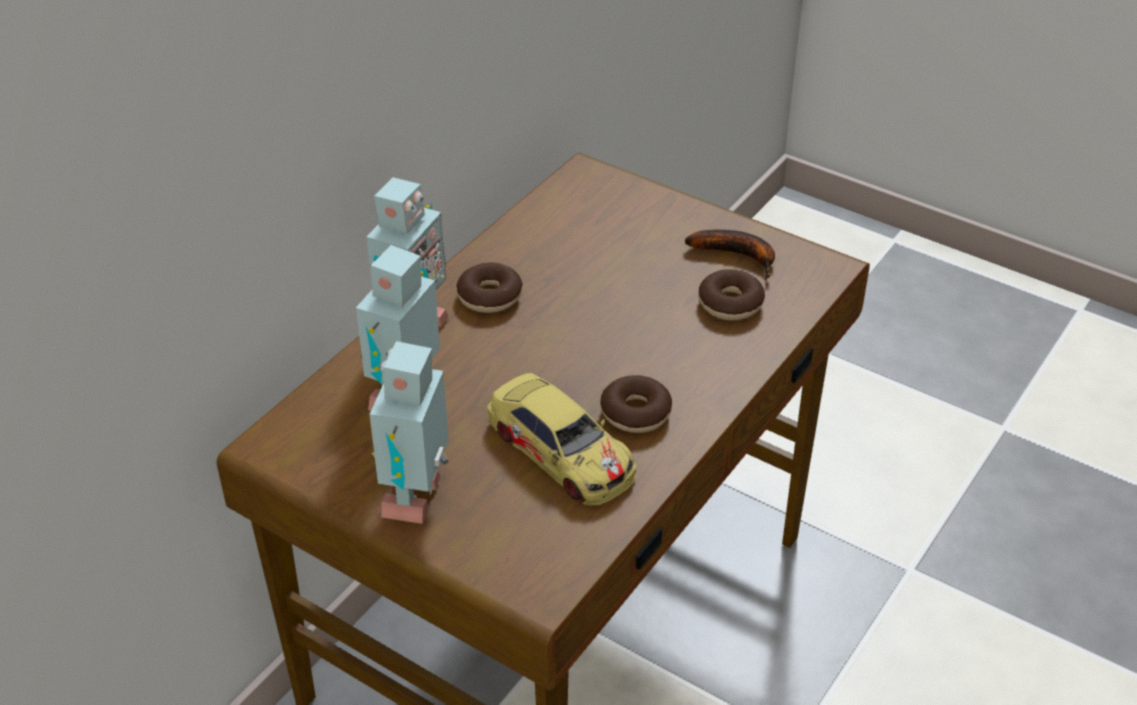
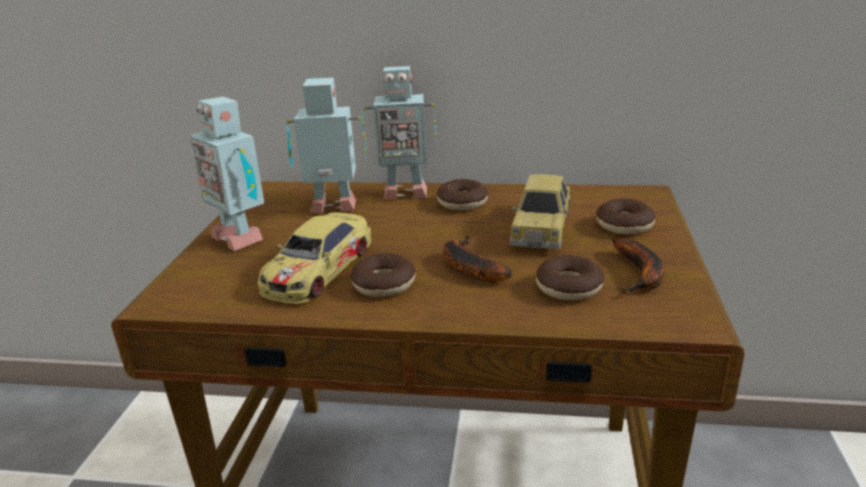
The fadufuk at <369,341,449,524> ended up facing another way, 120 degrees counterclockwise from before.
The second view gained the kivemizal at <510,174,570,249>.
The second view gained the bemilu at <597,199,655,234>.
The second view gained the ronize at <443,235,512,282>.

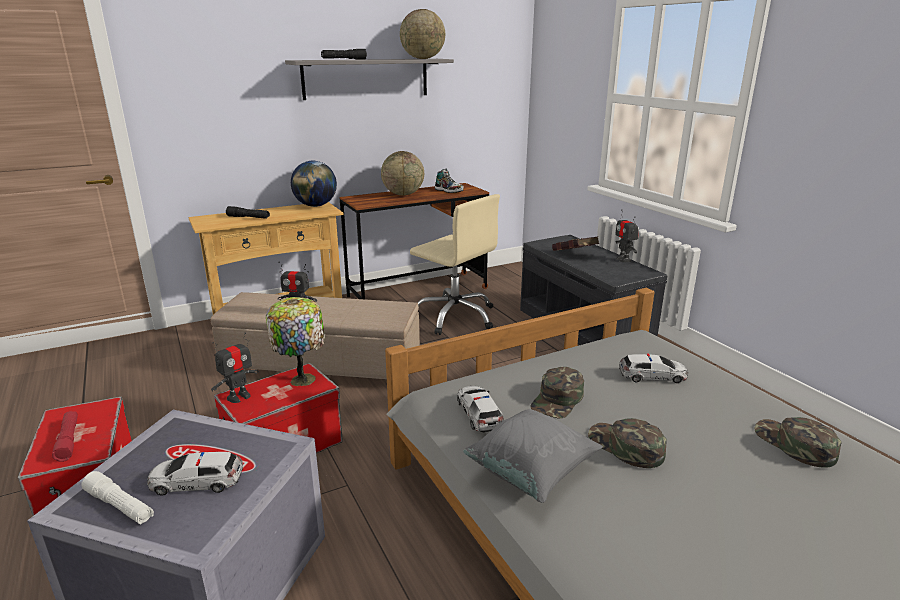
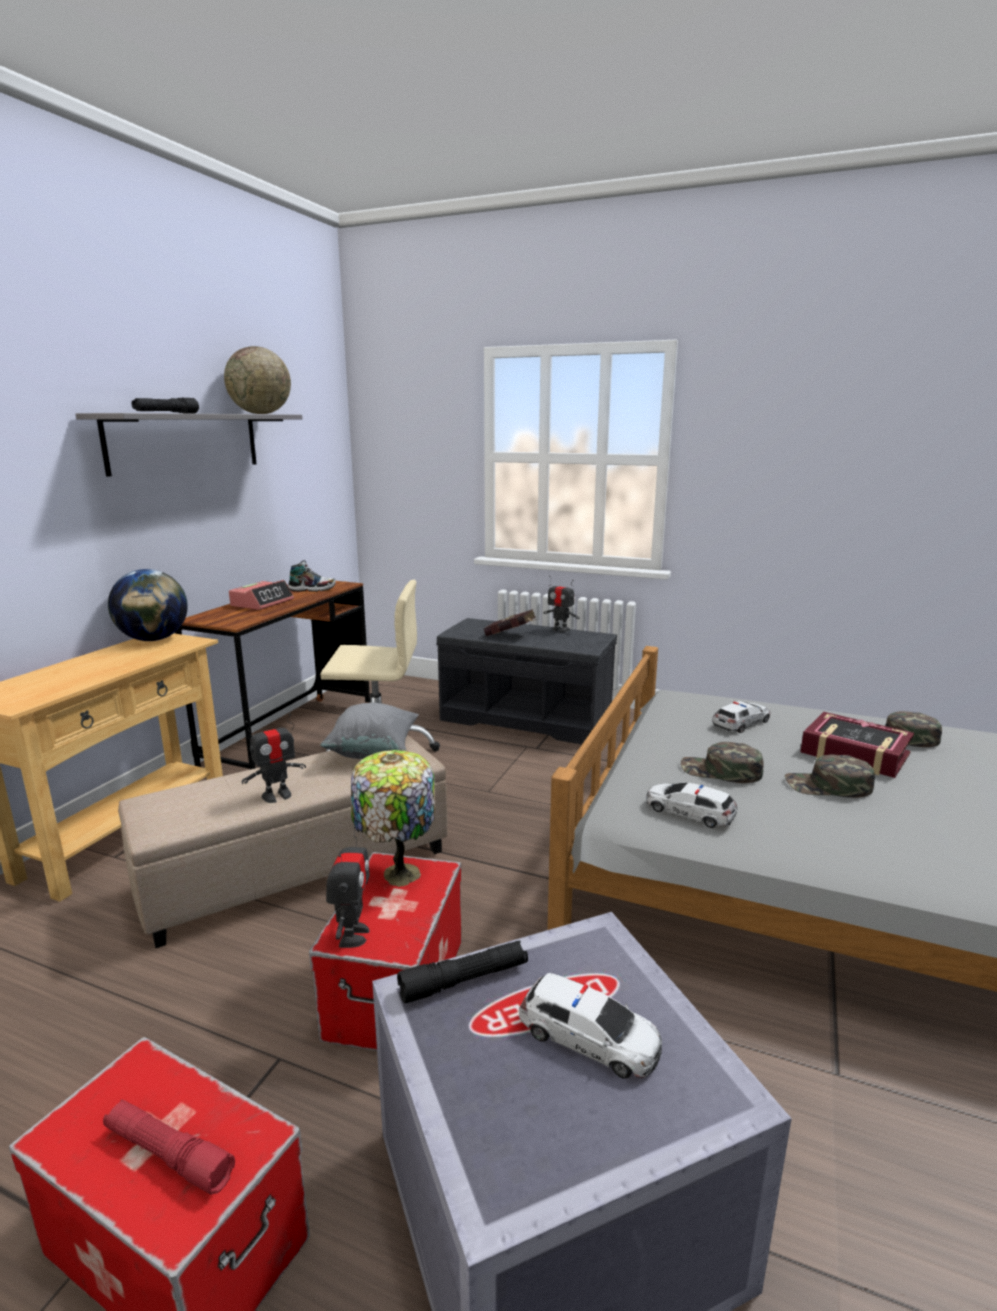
Where the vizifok stood at <381,151,424,196>, the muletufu came to stand at <229,580,294,610>.
The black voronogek ended up elsewhere, having gone from <226,206,270,219> to <397,940,528,1003>.
The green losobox at <531,367,584,418> ended up facing another way, 120 degrees clockwise from before.
The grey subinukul ended up elsewhere, having gone from <463,409,603,503> to <321,703,419,759>.
The kivemizal at <147,452,243,495> ended up facing another way, 105 degrees counterclockwise from before.
The second view lost the white voronogek at <81,471,154,524>.
The second view gained the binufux at <801,712,914,778>.

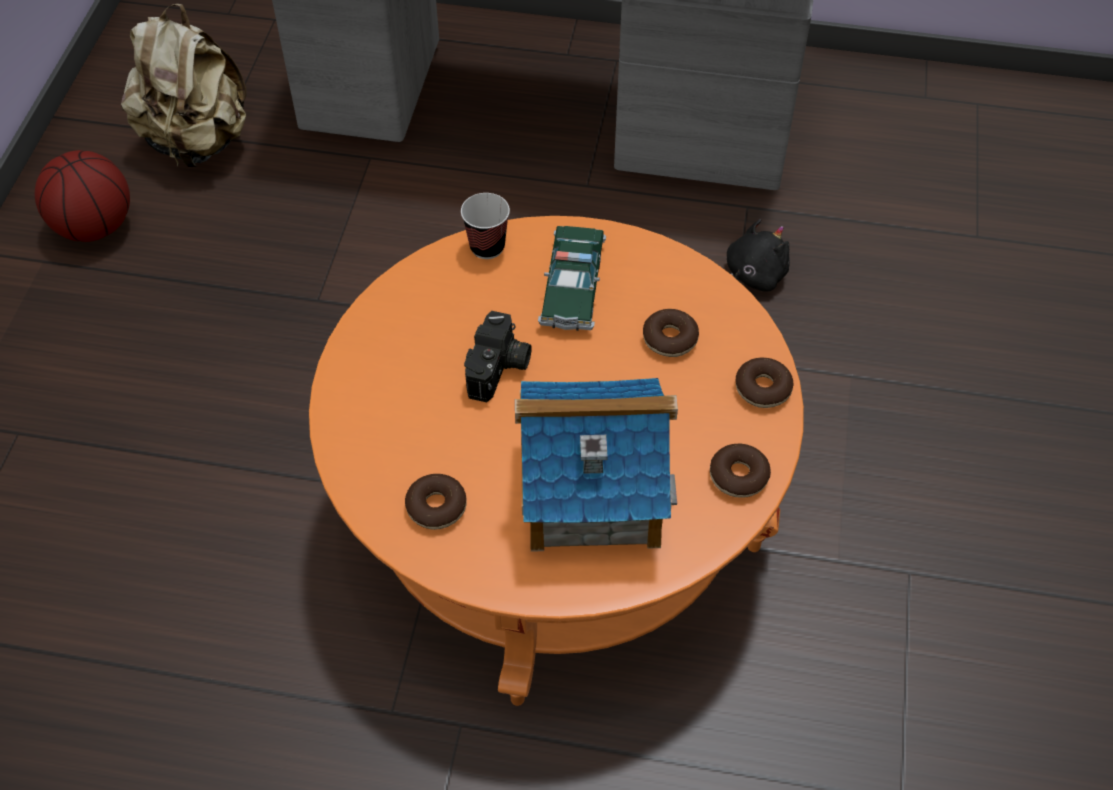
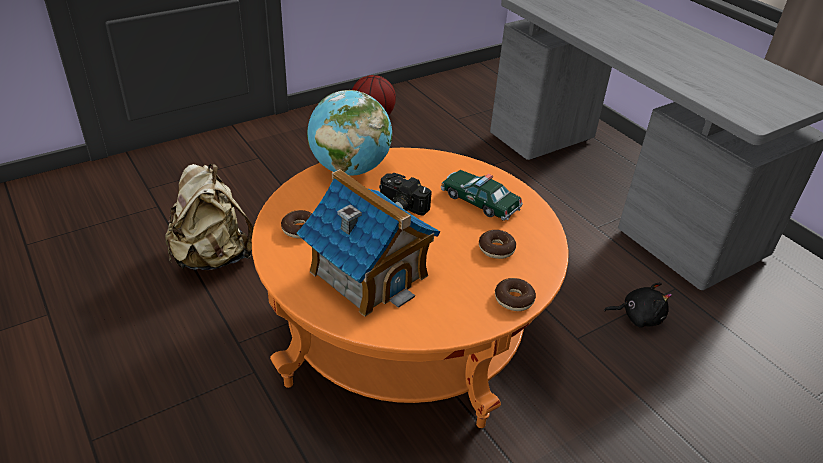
The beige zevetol ended up elsewhere, having gone from <121,4,246,167> to <165,164,254,270>.
The second view lost the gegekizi at <461,193,510,259>.
The kivemizal at <538,226,606,331> ended up facing another way, 75 degrees clockwise from before.
The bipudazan at <464,311,532,402> ended up facing another way, 60 degrees clockwise from before.
The second view lost the bemilu at <710,444,771,498>.
The second view gained the vizifok at <307,90,392,176>.

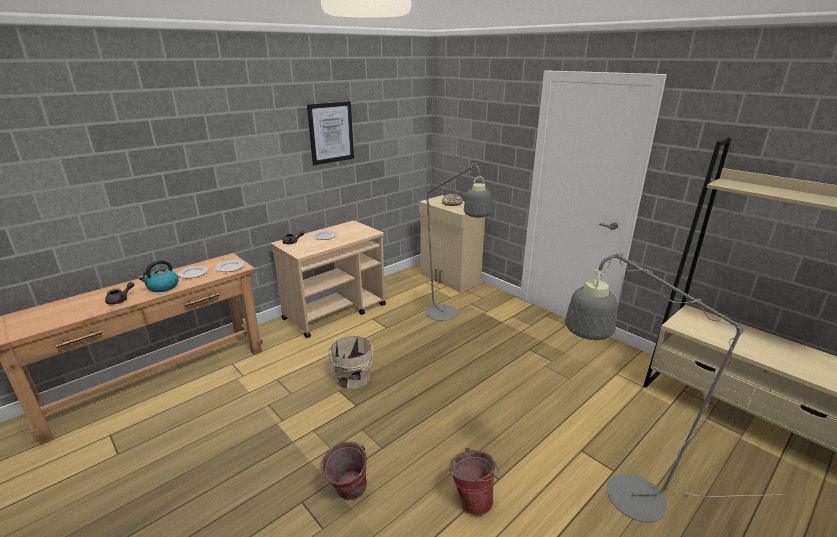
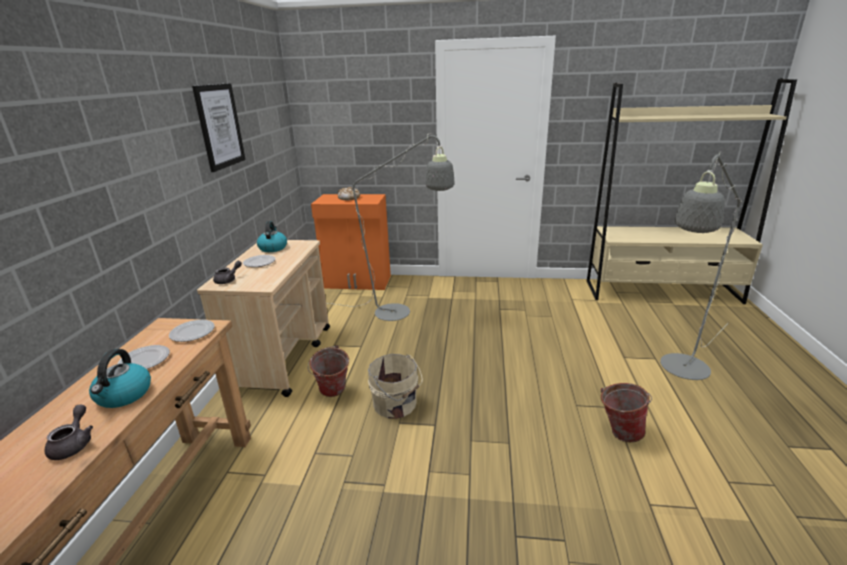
What was the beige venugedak at <419,195,485,293> turned into the orange venugedak at <311,194,391,290>.
The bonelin ended up elsewhere, having gone from <319,442,367,500> to <308,345,349,397>.
The second view gained the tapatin at <257,221,287,252>.

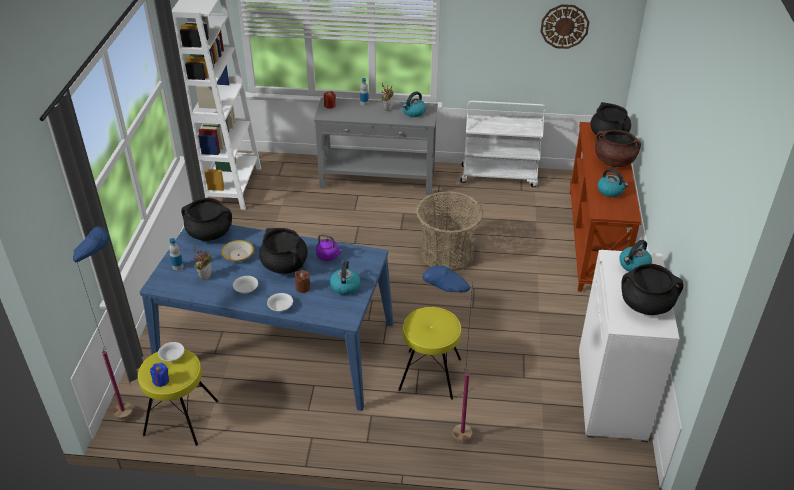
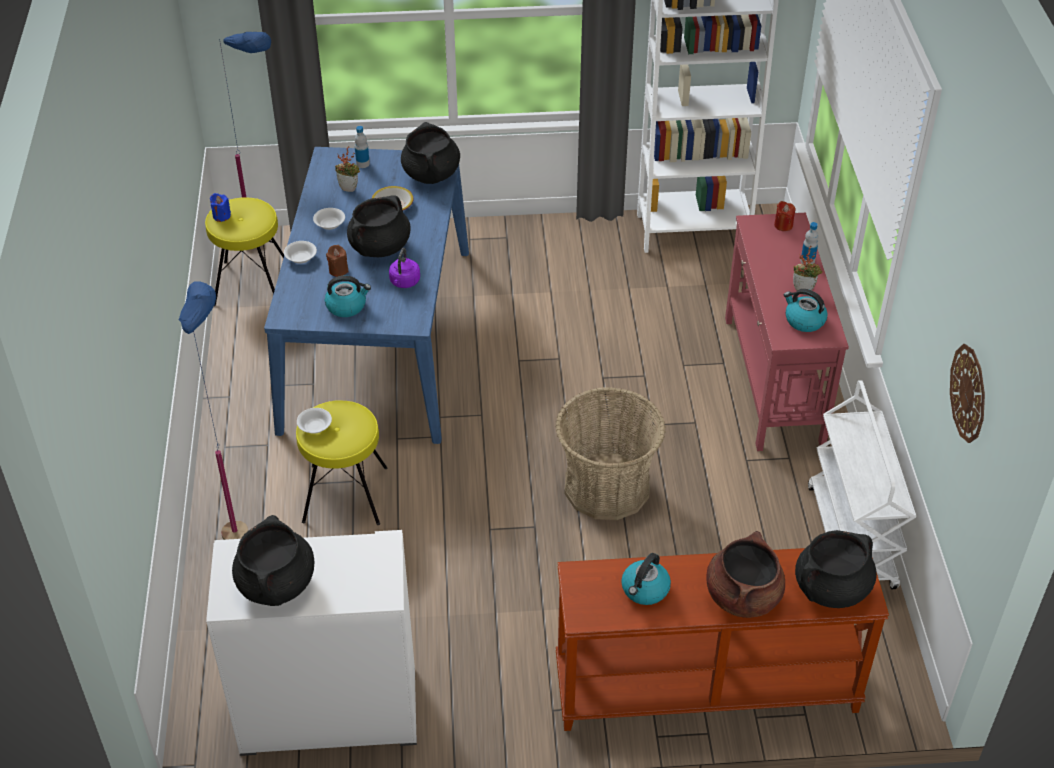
What was the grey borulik at <314,97,438,195> turned into the red borulik at <725,213,849,451>.
The second view lost the tapatin at <619,240,652,272>.
The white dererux ended up elsewhere, having gone from <158,342,184,362> to <297,408,332,434>.

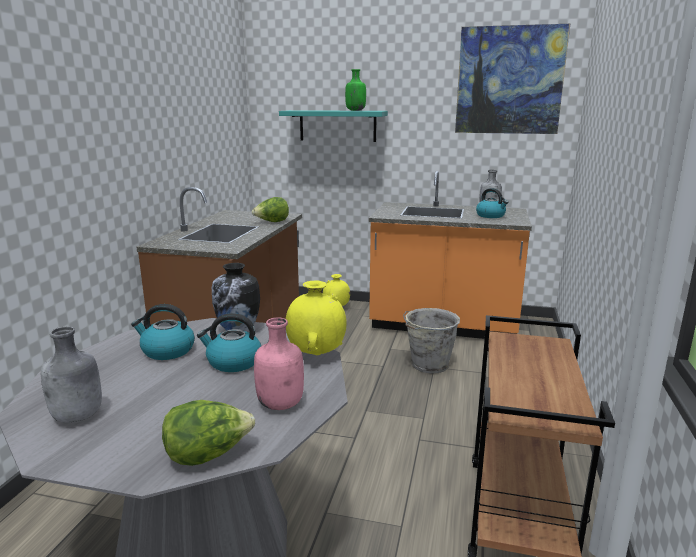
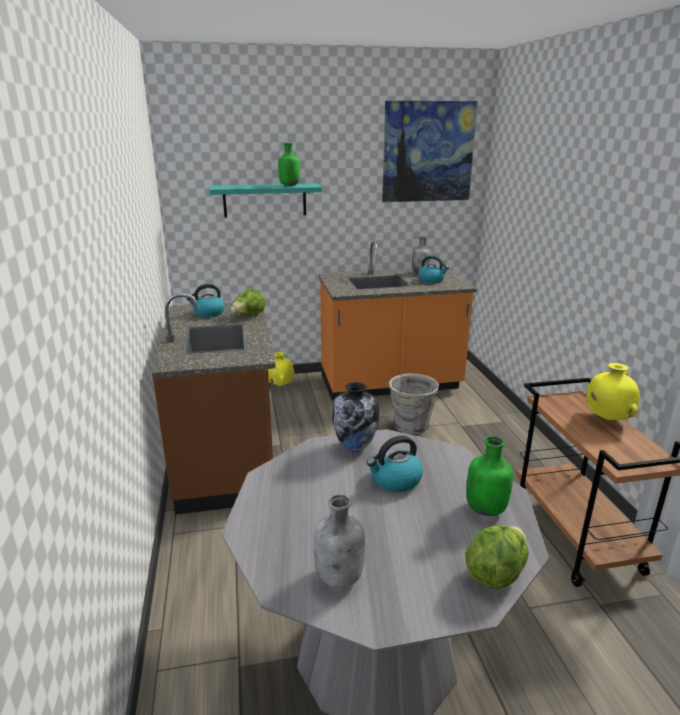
The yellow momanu ended up elsewhere, having gone from <286,281,347,355> to <586,363,640,420>.
The tapatin ended up elsewhere, having gone from <131,304,195,360> to <187,284,225,317>.
What was the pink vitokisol at <254,317,304,410> turned into the green vitokisol at <466,436,513,516>.

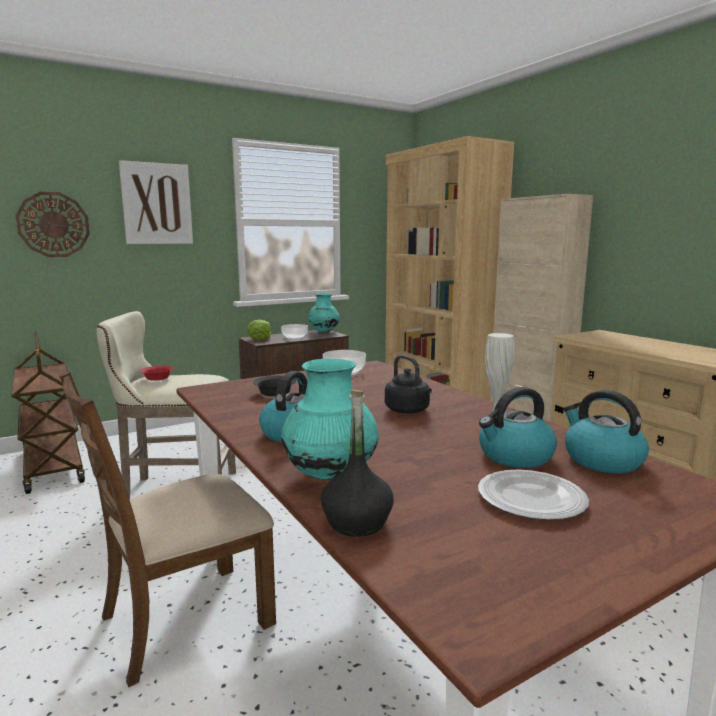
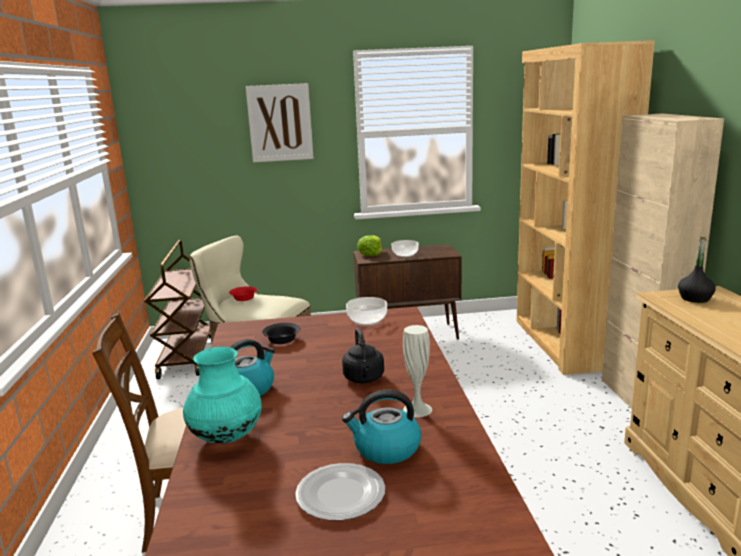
The second view lost the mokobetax at <16,192,90,257>.
The second view lost the turquoise momanu at <308,293,339,332>.
The black vitokisol ended up elsewhere, having gone from <321,389,394,537> to <678,236,716,303>.
The second view lost the tapatin at <563,390,649,473>.

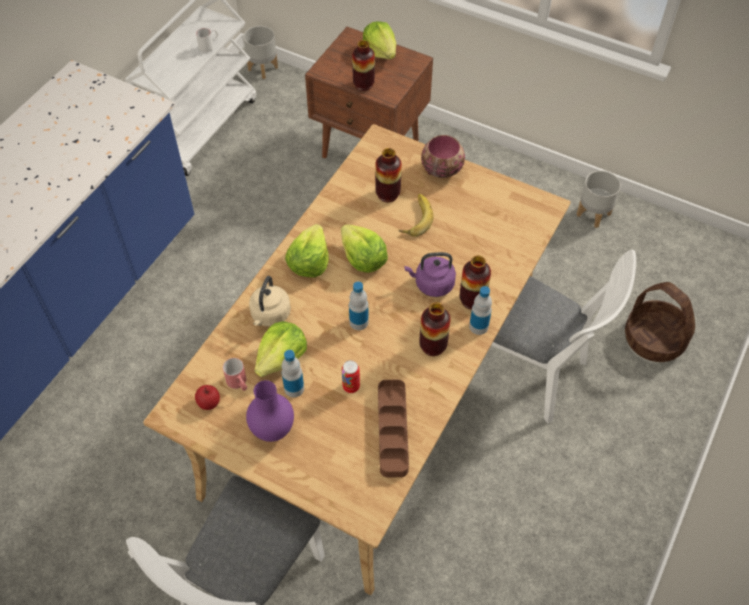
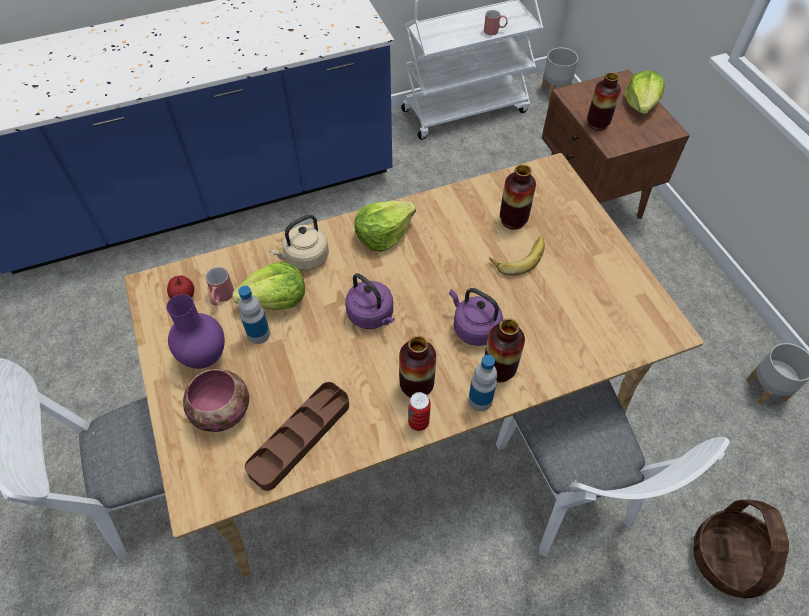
What was the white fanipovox at <196,28,218,53> turned into the red fanipovox at <484,10,508,35>.
The dererux ended up elsewhere, having gone from <421,135,465,178> to <183,369,250,432>.
The second view lost the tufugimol at <341,224,388,273>.
Where the vitokisol stood at <349,281,369,330>, the purple tapatin came to stand at <345,273,395,329>.
The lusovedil ended up elsewhere, having gone from <342,360,360,393> to <408,392,431,431>.

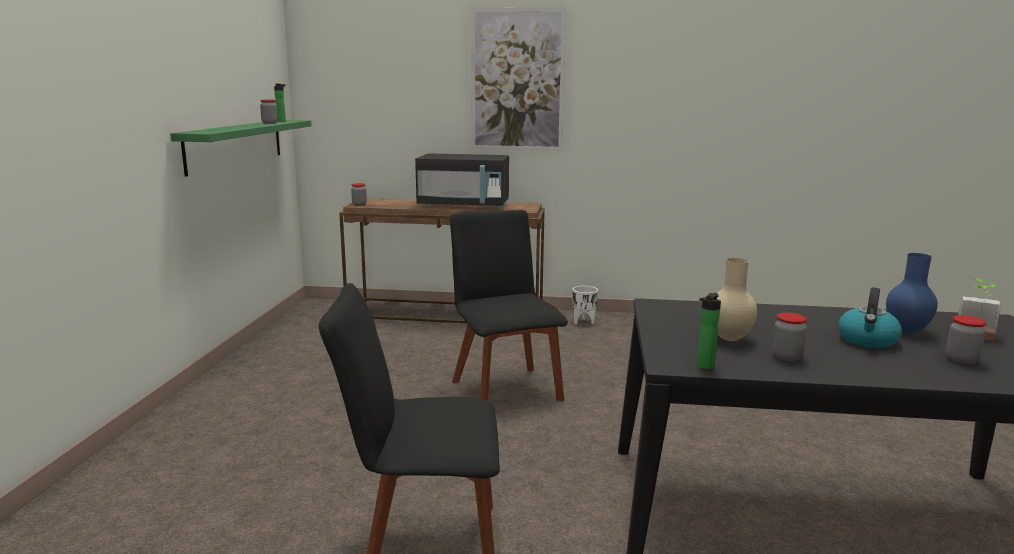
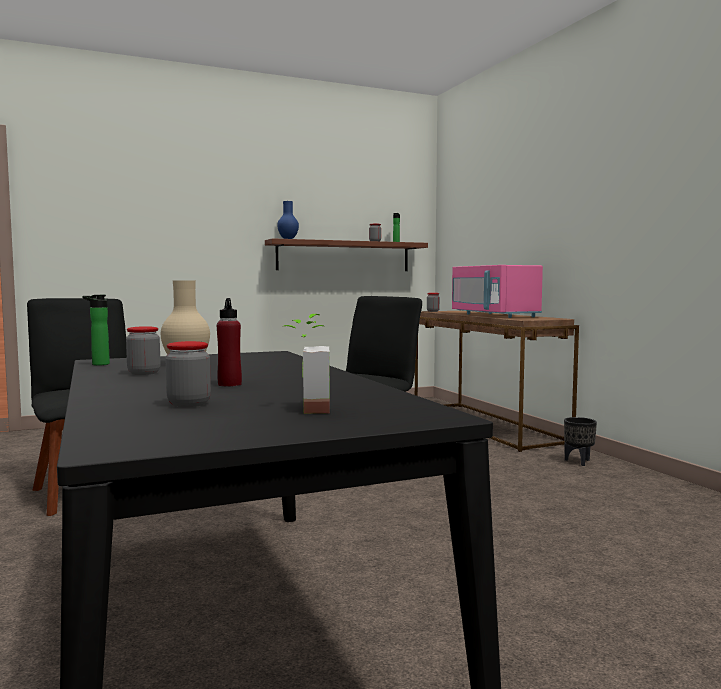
The second view lost the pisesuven at <471,7,567,151>.
What was the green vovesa at <170,120,311,177> turned into the brown vovesa at <265,238,428,271>.
What was the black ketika at <415,153,509,209> turned into the pink ketika at <452,265,543,318>.
The blue momanu ended up elsewhere, having gone from <886,253,938,333> to <277,201,299,239>.
What was the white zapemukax at <572,286,598,324> turned into the black zapemukax at <564,417,597,466>.
Where the tapatin stood at <838,287,902,348>, the red vitokisol came to stand at <217,298,242,387>.

